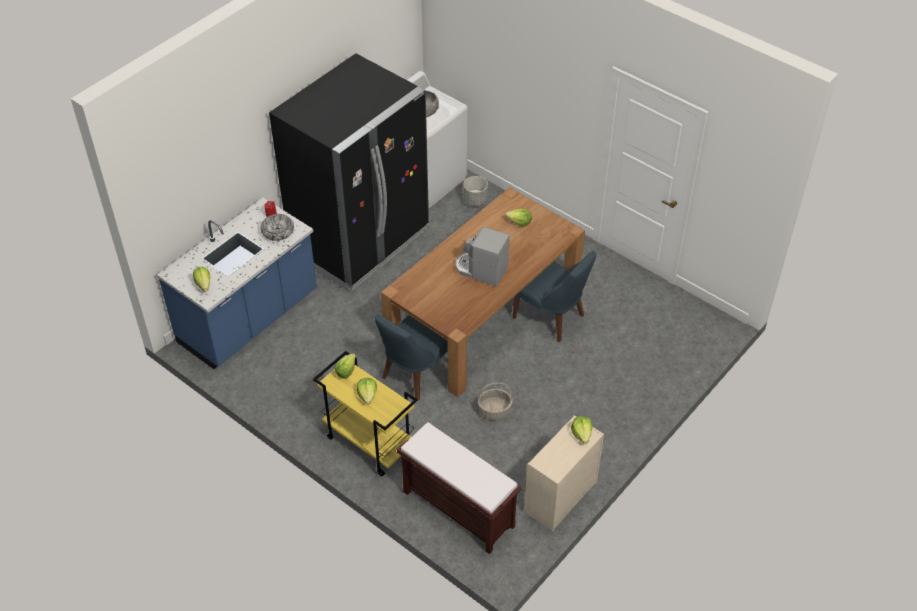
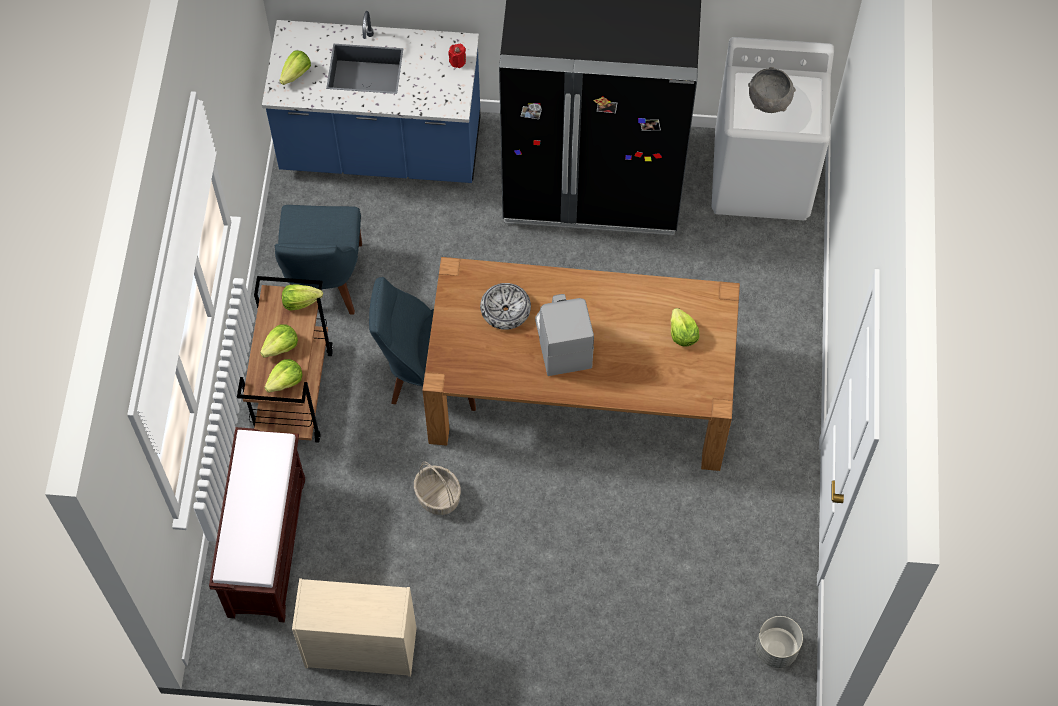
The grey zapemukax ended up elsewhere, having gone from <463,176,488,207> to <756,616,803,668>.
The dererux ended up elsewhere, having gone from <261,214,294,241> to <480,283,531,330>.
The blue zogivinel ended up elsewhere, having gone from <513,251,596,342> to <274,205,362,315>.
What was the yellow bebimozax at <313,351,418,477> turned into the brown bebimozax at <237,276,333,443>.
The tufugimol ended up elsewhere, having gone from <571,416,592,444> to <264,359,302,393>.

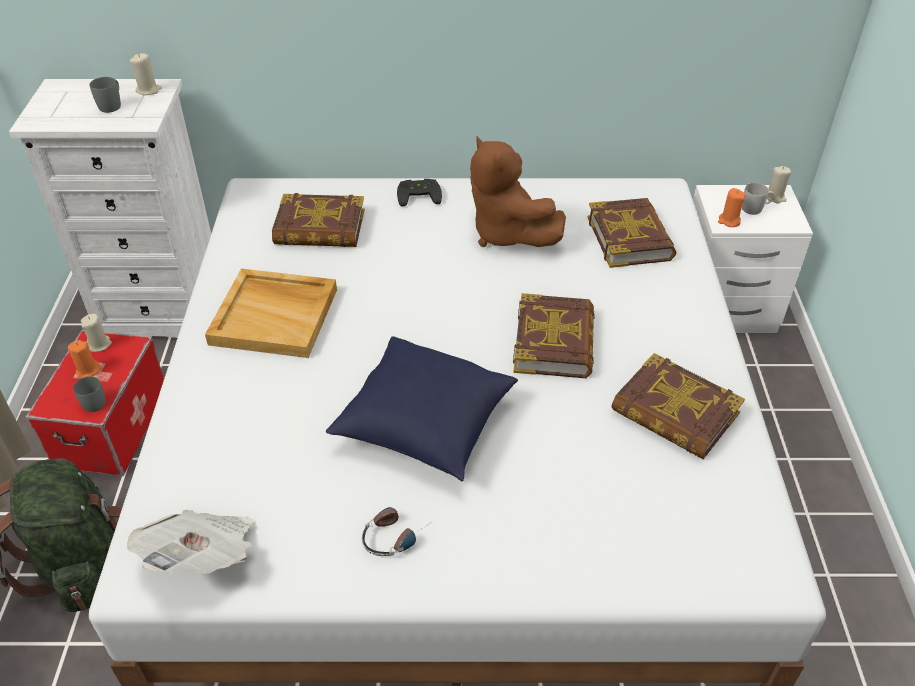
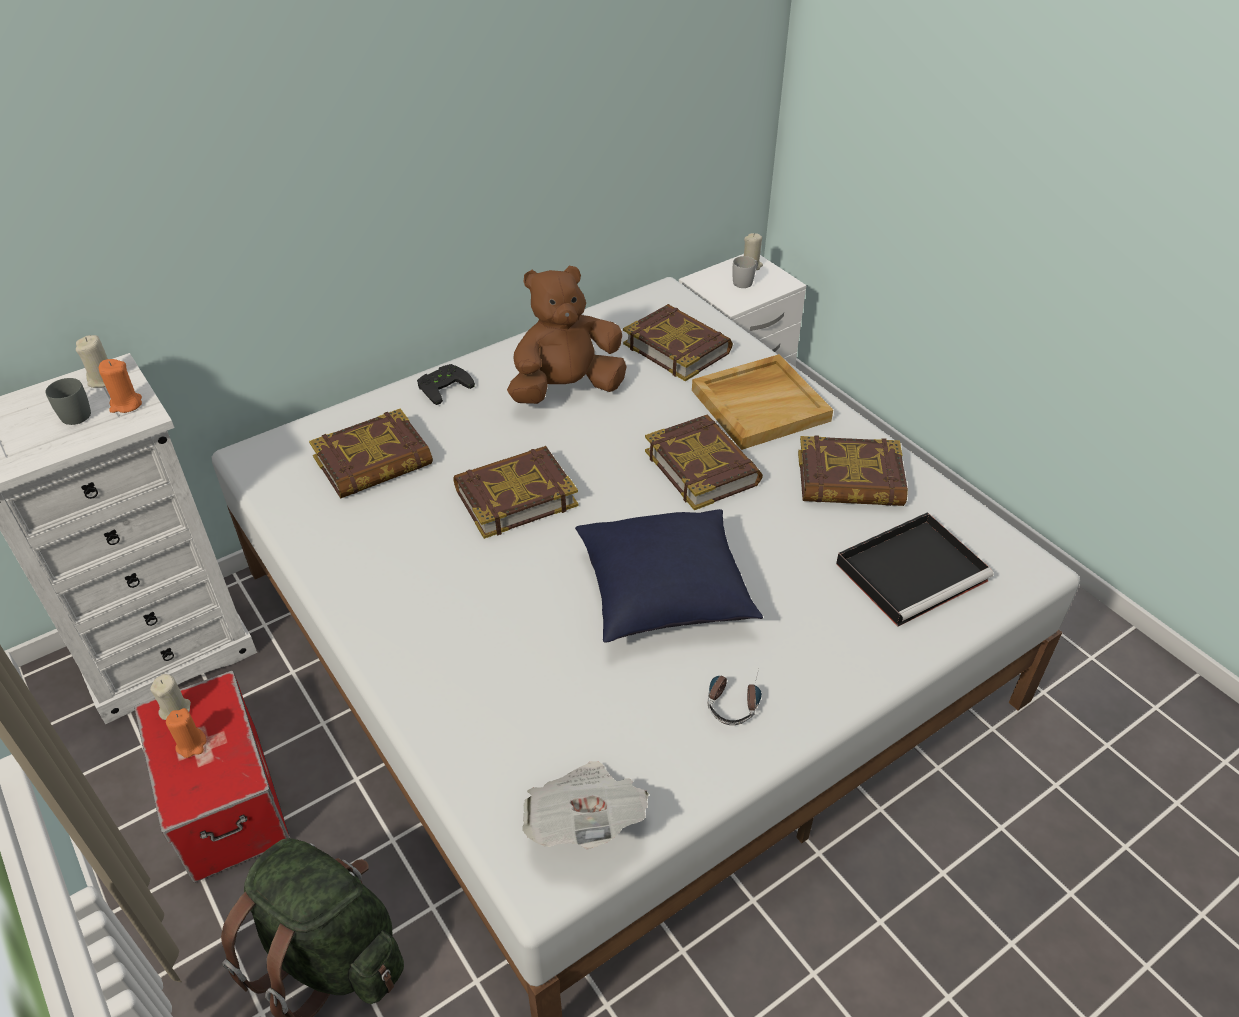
The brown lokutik at <470,136,566,247> ended up facing another way, 135 degrees clockwise from before.
The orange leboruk ended up elsewhere, having gone from <718,188,746,227> to <99,359,142,413>.
The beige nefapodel ended up elsewhere, having gone from <205,269,337,358> to <692,354,833,450>.
The second view lost the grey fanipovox at <73,376,106,412>.
The second view gained the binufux at <453,446,578,539>.
The second view gained the black nefapodel at <836,512,994,626>.

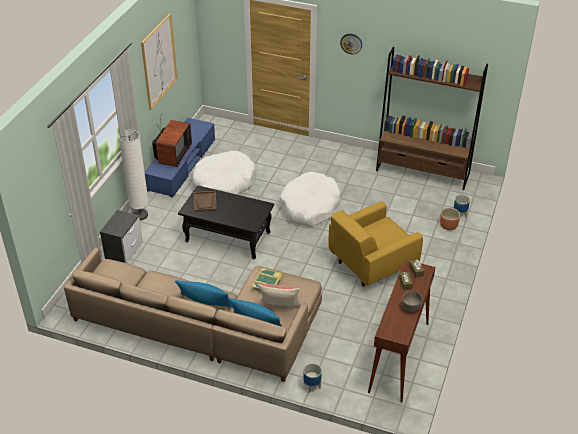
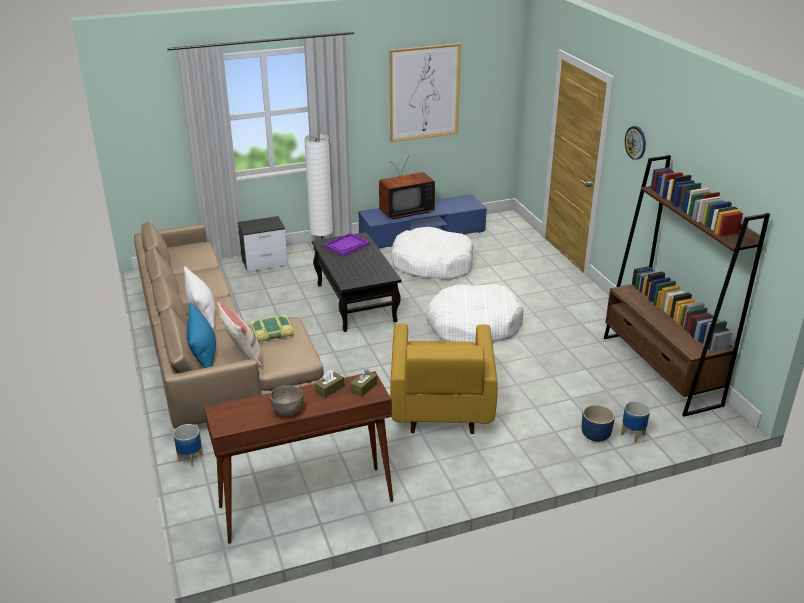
What was the brown nefapodel at <194,191,217,212> turned into the purple nefapodel at <324,233,369,256>.
The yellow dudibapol at <329,201,423,287> ended up facing another way, 105 degrees counterclockwise from before.
What was the brown zapemukax at <440,208,460,230> turned into the blue zapemukax at <581,404,615,442>.
What was the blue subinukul at <175,280,233,308> turned into the white subinukul at <184,266,215,329>.

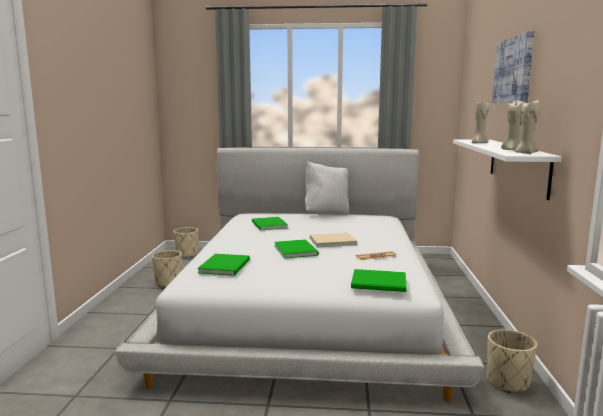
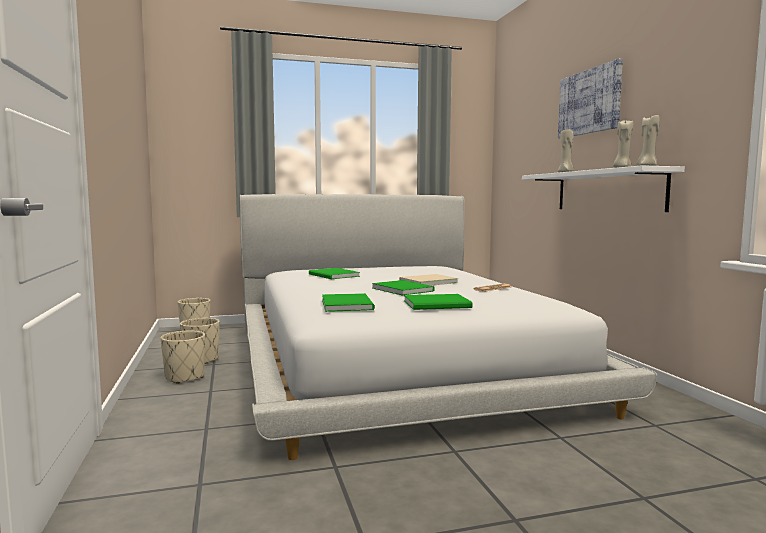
The second view lost the white subinukul at <305,161,349,214>.
The green binufux ended up elsewhere, having gone from <351,269,407,292> to <404,294,473,310>.
The beige zapemukax ended up elsewhere, having gone from <487,329,537,393> to <161,331,205,384>.

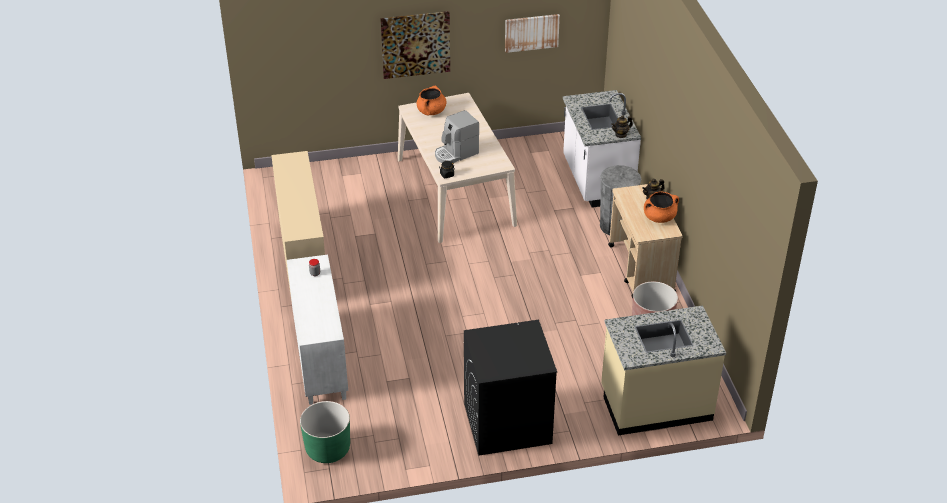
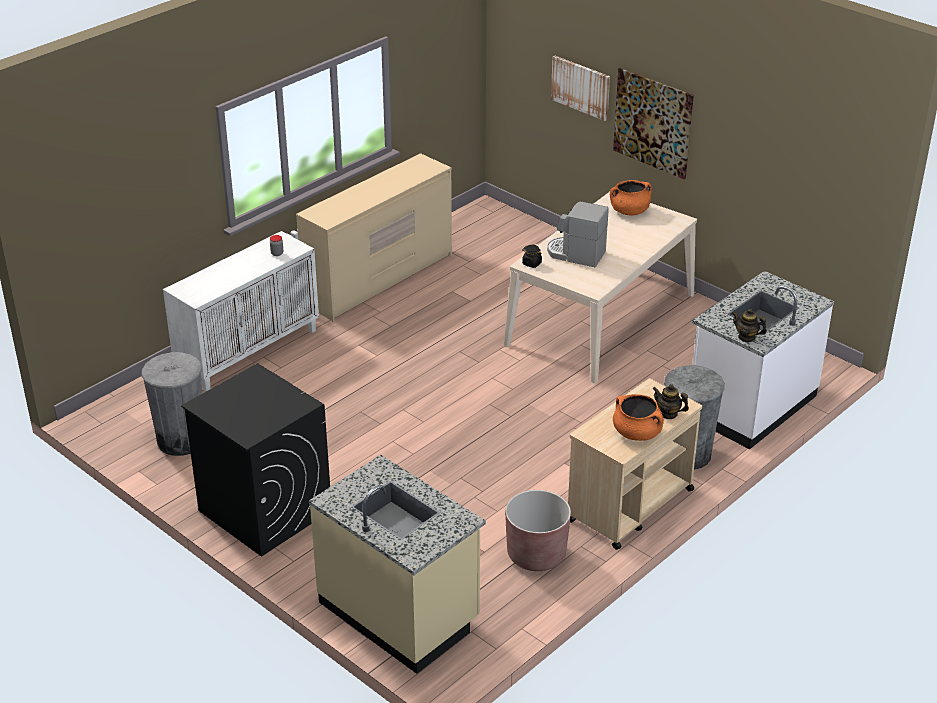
The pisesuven ended up elsewhere, having gone from <505,14,560,53> to <551,56,610,121>.
The second view lost the green zapemukax at <300,401,350,463>.
The second view gained the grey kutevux at <142,352,202,456>.

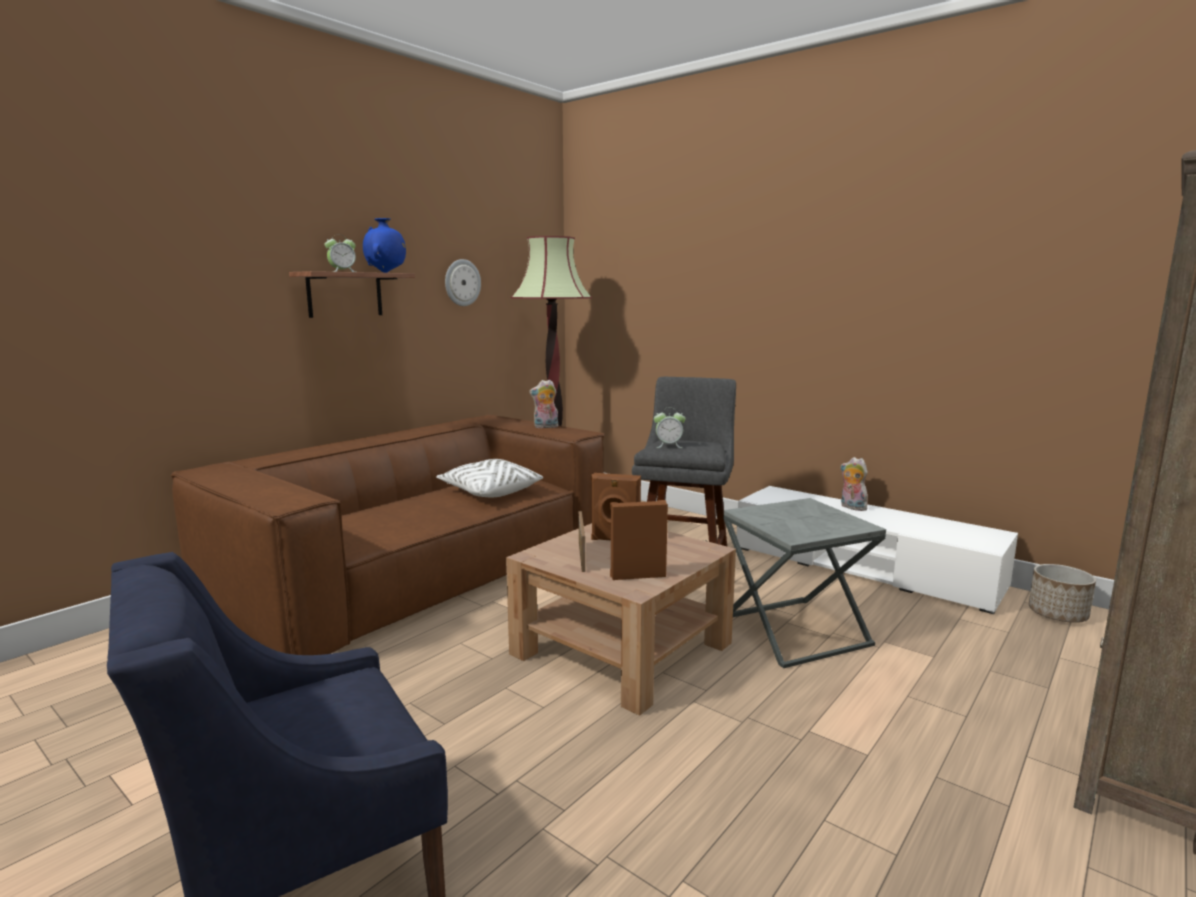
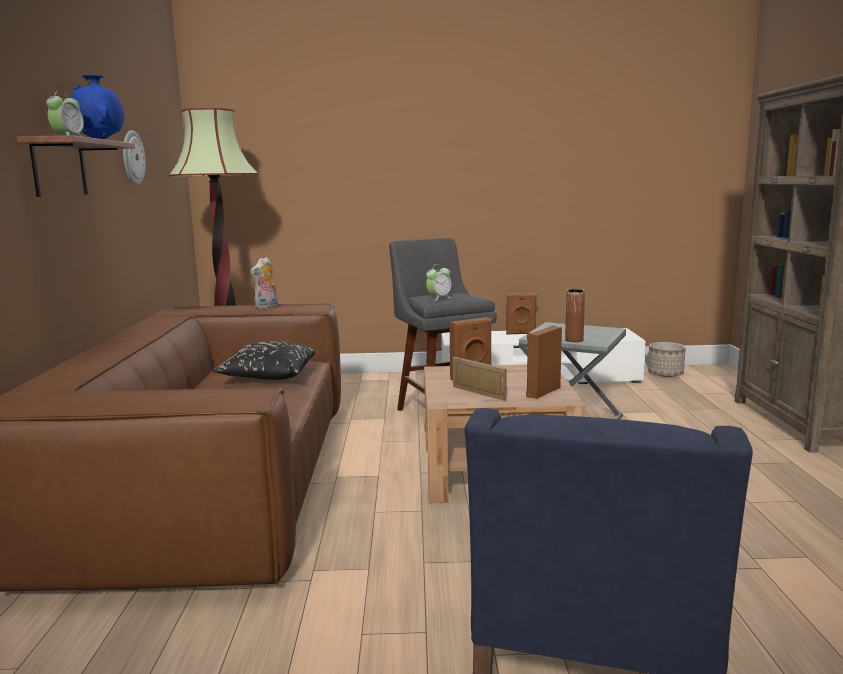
Where the lokutik stood at <840,457,869,511>, the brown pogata came to stand at <506,293,537,335>.
What was the white subinukul at <436,459,543,497> turned into the black subinukul at <213,342,316,380>.
The second view gained the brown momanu at <565,289,585,342>.

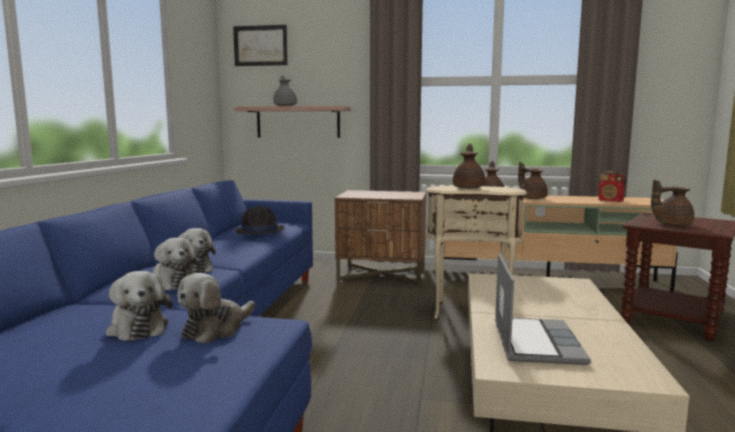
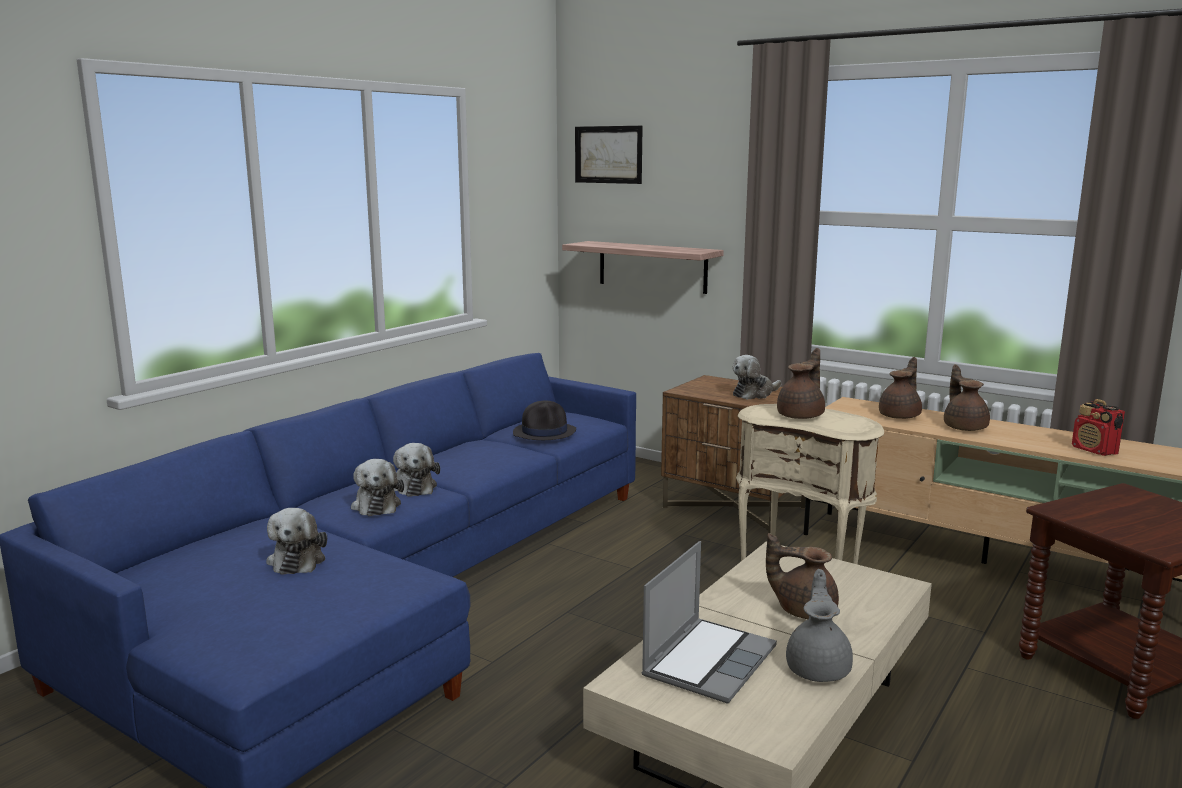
The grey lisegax ended up elsewhere, having gone from <273,75,297,106> to <786,569,853,682>.
The brown lisegax ended up elsewhere, having gone from <651,179,694,225> to <766,533,839,619>.
The lokutik ended up elsewhere, having gone from <177,273,255,343> to <732,355,781,400>.

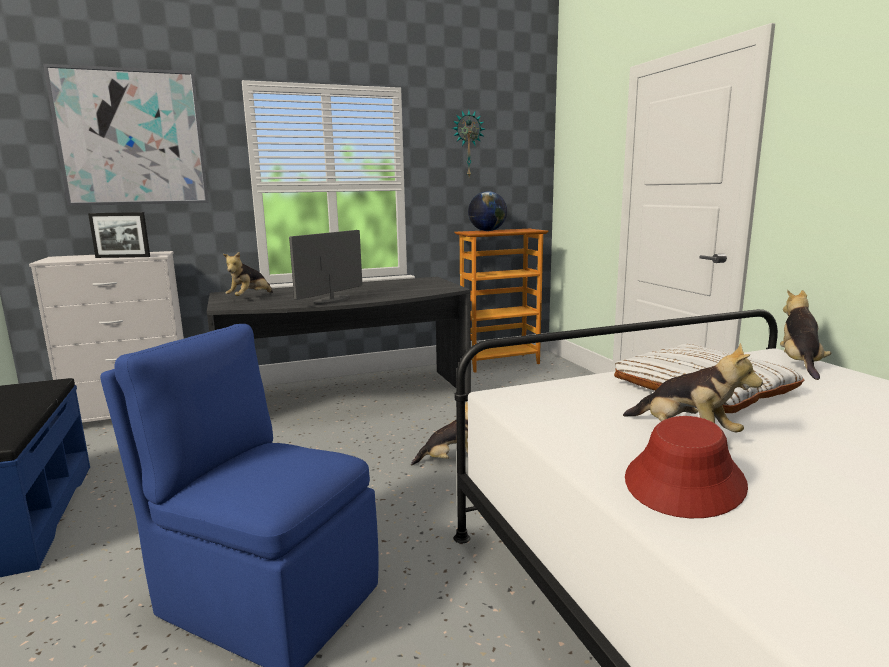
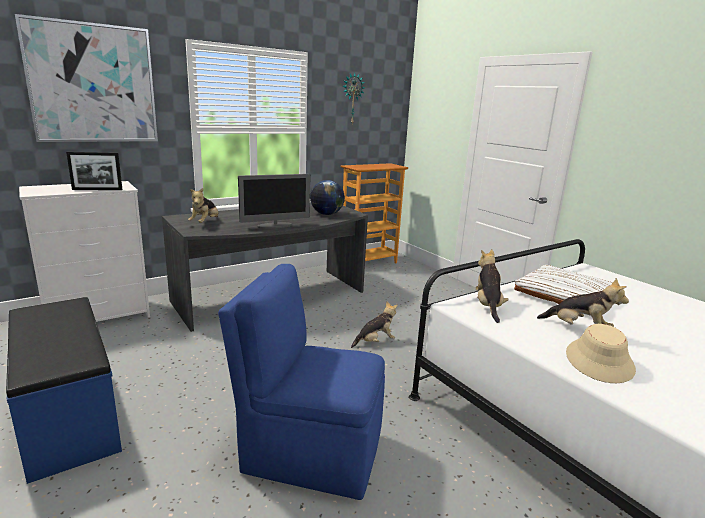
The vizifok ended up elsewhere, having gone from <468,191,507,231> to <310,180,345,215>.
The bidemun at <289,230,362,305> ended up facing another way, 135 degrees counterclockwise from before.
The lokutik ended up elsewhere, having gone from <780,290,831,380> to <476,249,509,323>.
What was the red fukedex at <625,416,748,518> turned into the beige fukedex at <566,324,636,383>.

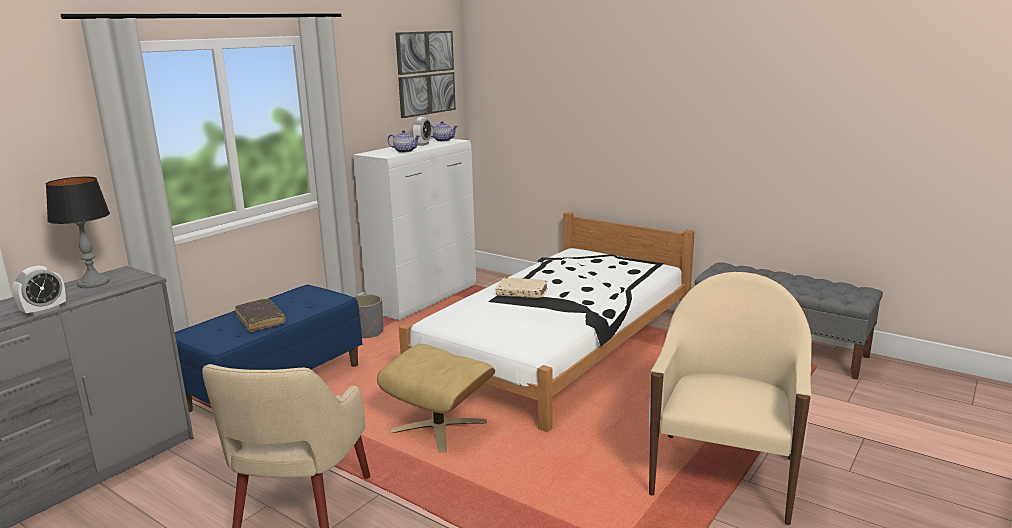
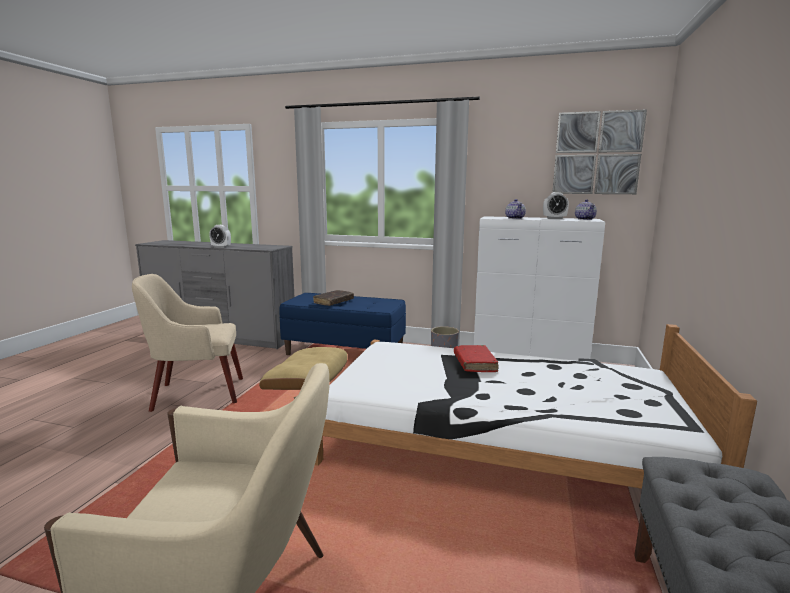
The second view lost the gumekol at <46,177,110,288>.
What was the beige binufux at <496,277,548,298> turned into the red binufux at <454,345,499,372>.

